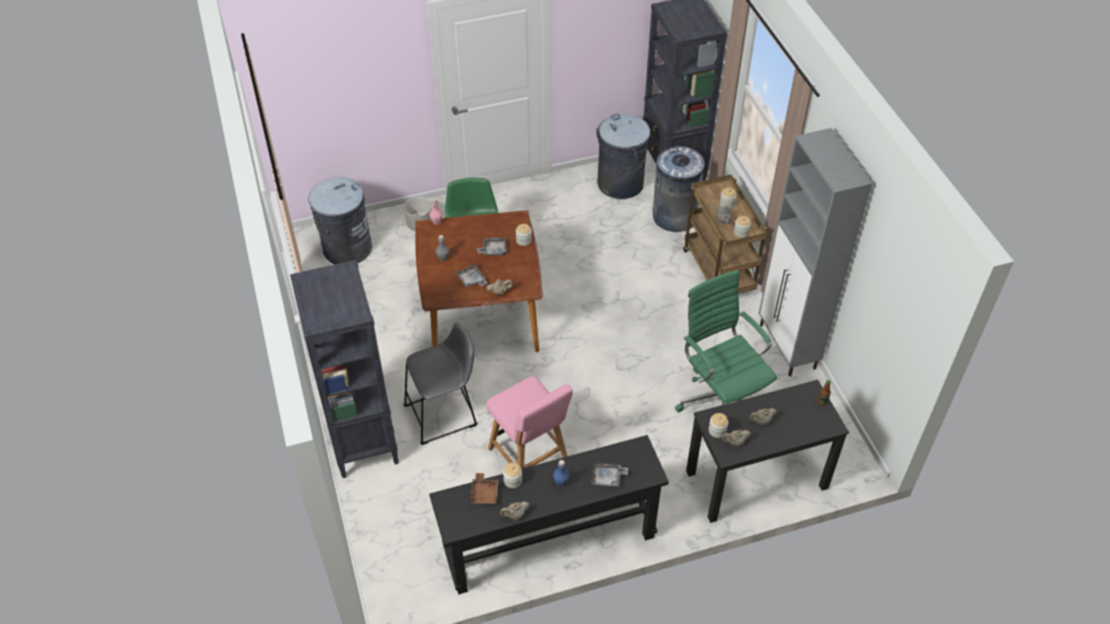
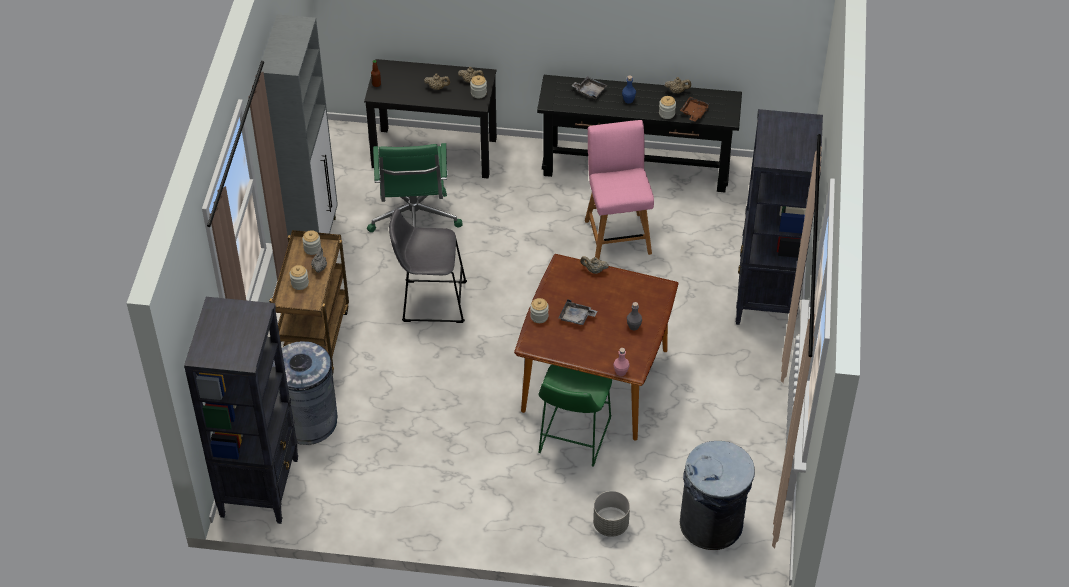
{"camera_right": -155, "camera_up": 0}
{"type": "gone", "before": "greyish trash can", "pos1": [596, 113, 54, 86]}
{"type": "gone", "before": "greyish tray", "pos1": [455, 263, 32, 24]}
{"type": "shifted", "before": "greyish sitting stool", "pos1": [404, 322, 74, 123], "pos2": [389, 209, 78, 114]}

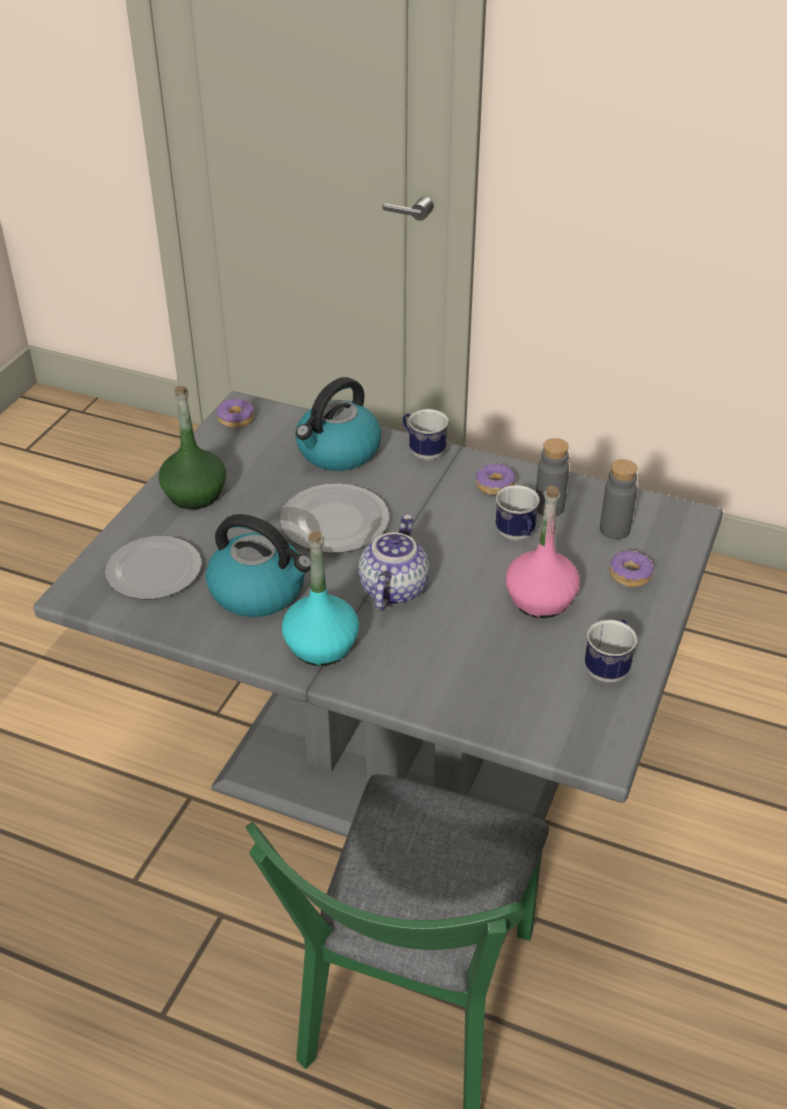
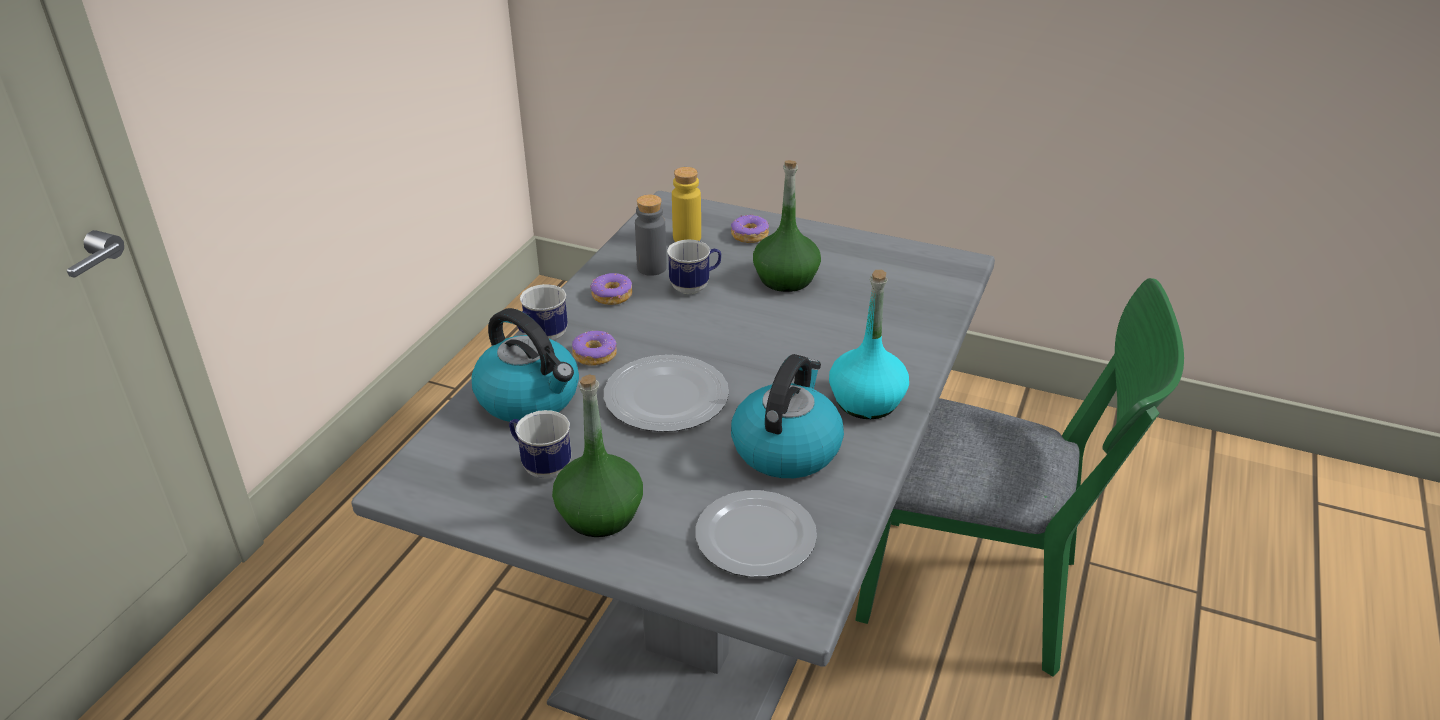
{"camera_right": -90, "camera_up": -5}
{"type": "shifted", "before": "doughnut", "pos1": [217, 399, 38, 29], "pos2": [572, 331, 45, 35]}
{"type": "repainted", "before": "greyish bottle", "after": "yellowish bottle", "pos1": [600, 459, 37, 80], "pos2": [672, 167, 29, 75]}
{"type": "repainted", "before": "pink-coloured bottle", "after": "green-coloured bottle", "pos1": [505, 485, 75, 133], "pos2": [753, 160, 68, 132]}
{"type": "gone", "before": "pot for tea", "pos1": [358, 514, 71, 97]}
{"type": "shifted", "before": "mug", "pos1": [585, 619, 52, 64], "pos2": [509, 410, 62, 69]}

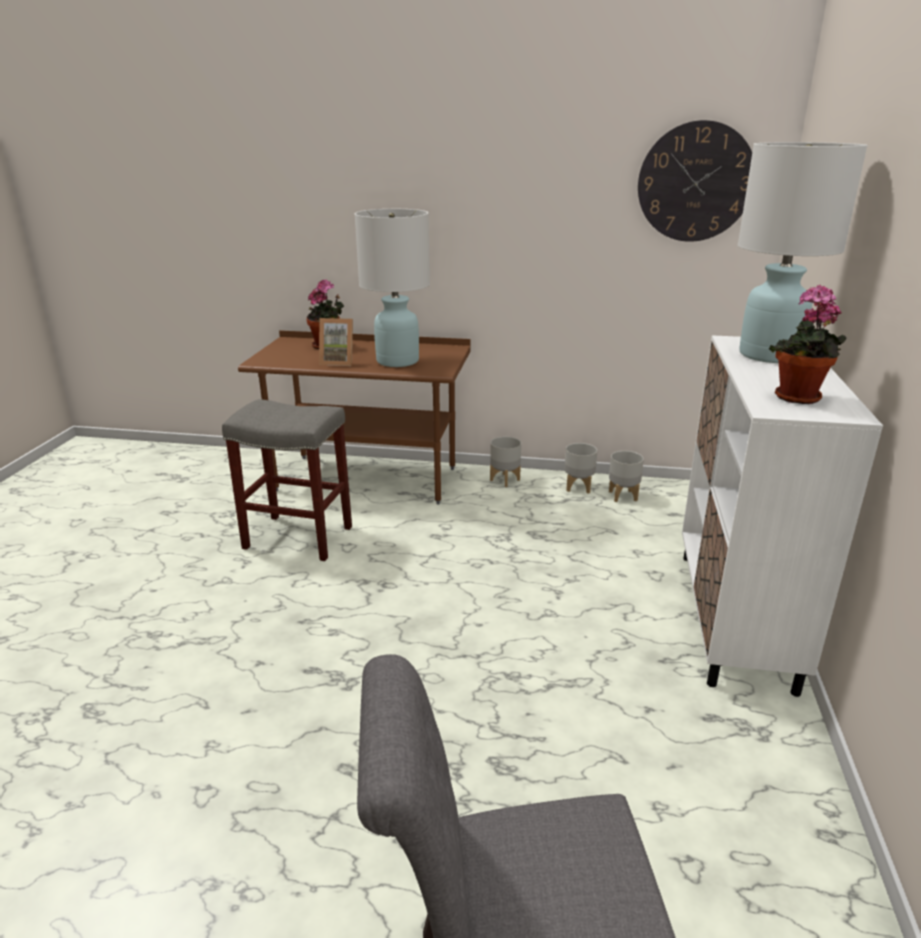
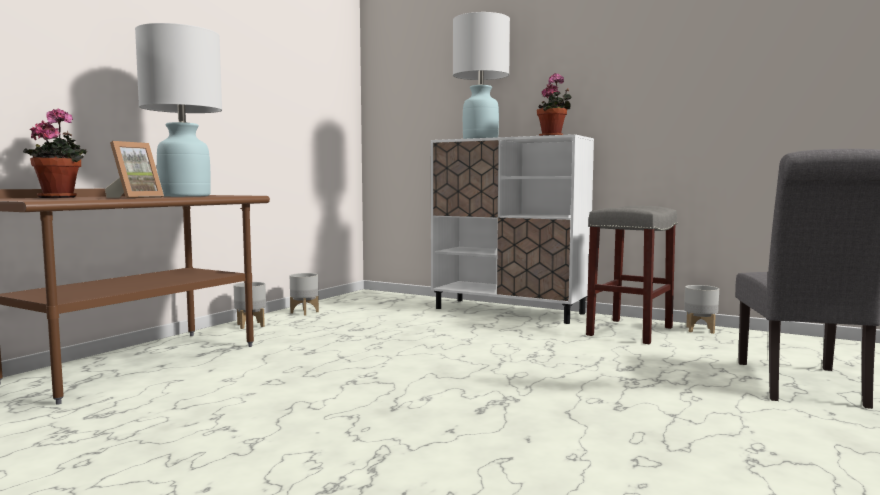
{"camera_right": -70, "camera_up": -20}
{"type": "gone", "before": "wall clock", "pos1": [638, 120, 114, 122]}
{"type": "shifted", "before": "greyish sitting stool", "pos1": [222, 399, 130, 162], "pos2": [586, 206, 91, 138]}
{"type": "shifted", "before": "greyish flower pot", "pos1": [609, 451, 35, 51], "pos2": [684, 285, 35, 49]}

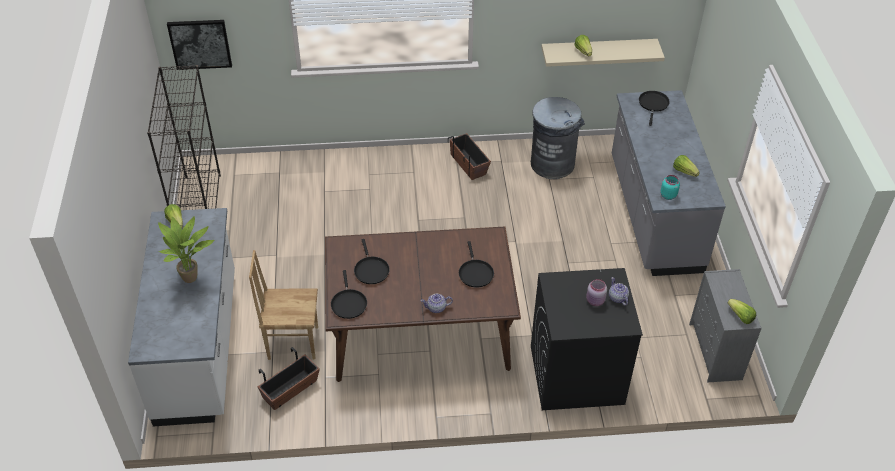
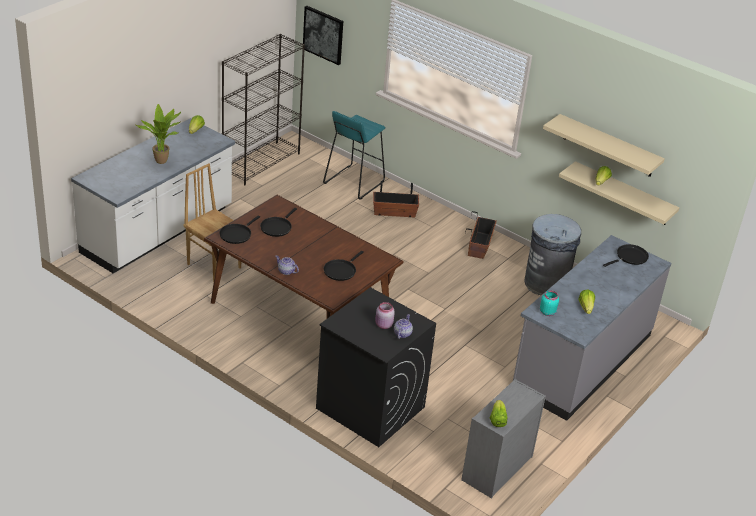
{"camera_right": 40, "camera_up": -10}
{"type": "shifted", "before": "flower pot", "pos1": [258, 347, 62, 63], "pos2": [373, 181, 46, 37]}
{"type": "new", "after": "turquoise sitting stool", "pos2": [323, 111, 63, 89]}
{"type": "new", "after": "sand-coloured bracket shelf", "pos2": [543, 114, 122, 63]}

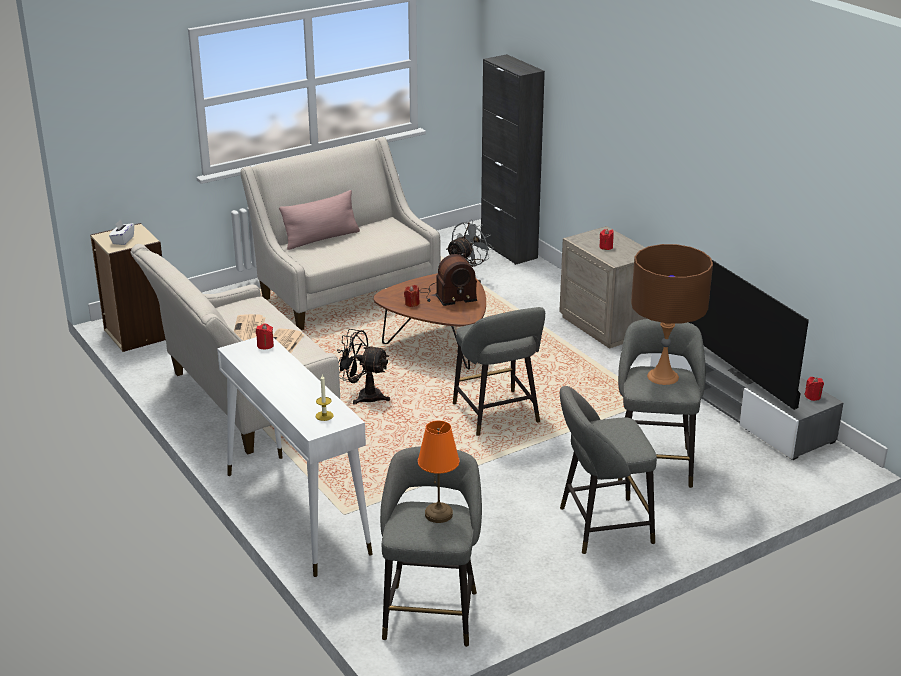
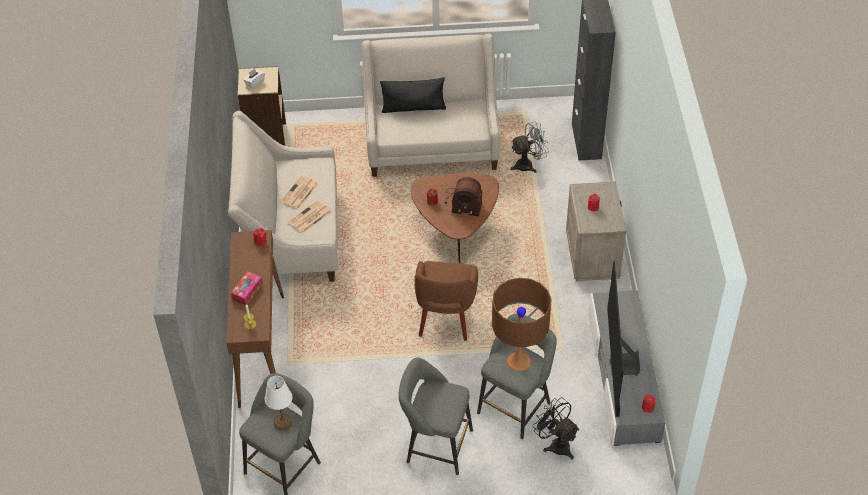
{"camera_right": 30, "camera_up": 20}
{"type": "repainted", "before": "pink-coloured pillow", "after": "black pillow", "pos1": [279, 190, 81, 60], "pos2": [380, 77, 66, 36]}
{"type": "swapped", "before": "greyish sitting stool", "after": "brown-coloured lounge chair", "pos1": [453, 307, 92, 129], "pos2": [415, 261, 63, 80]}
{"type": "shifted", "before": "black electric fan", "pos1": [337, 329, 53, 76], "pos2": [532, 397, 48, 62]}
{"type": "repainted", "before": "whitish narrow table", "after": "brown-coloured narrow table", "pos1": [217, 337, 155, 240], "pos2": [226, 230, 58, 178]}
{"type": "repainted", "before": "orange-coloured table lamp", "after": "whitish table lamp", "pos1": [418, 420, 41, 103], "pos2": [265, 376, 27, 54]}
{"type": "new", "after": "box of tissues", "pos2": [231, 272, 32, 33]}

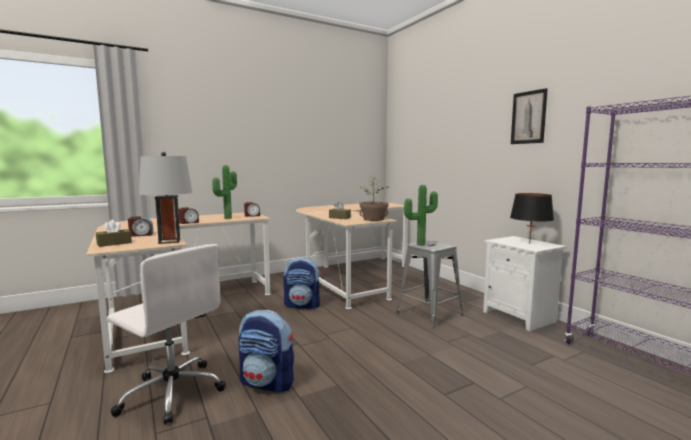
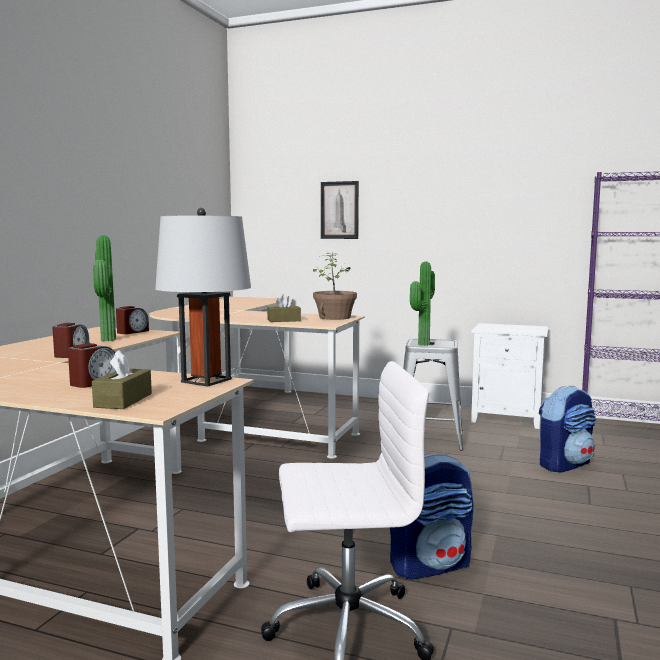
{"camera_right": -40, "camera_up": 0}
{"type": "shifted", "before": "picture", "pos1": [511, 88, 37, 56], "pos2": [321, 181, 38, 58]}
{"type": "gone", "before": "black table lamp", "pos1": [510, 193, 44, 51]}
{"type": "shifted", "before": "knapsack", "pos1": [283, 257, 38, 52], "pos2": [539, 385, 57, 88]}

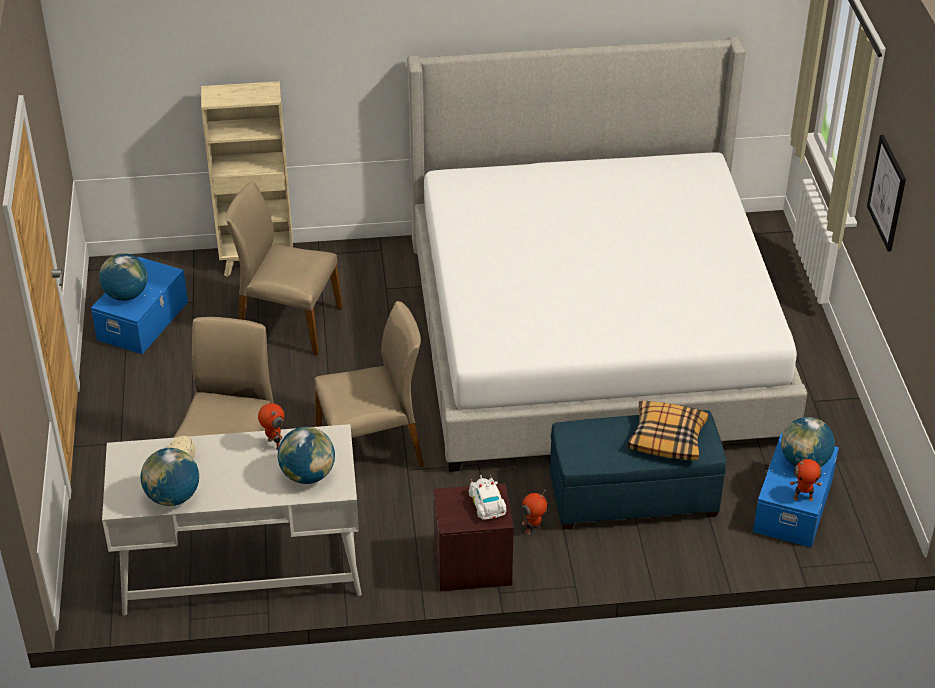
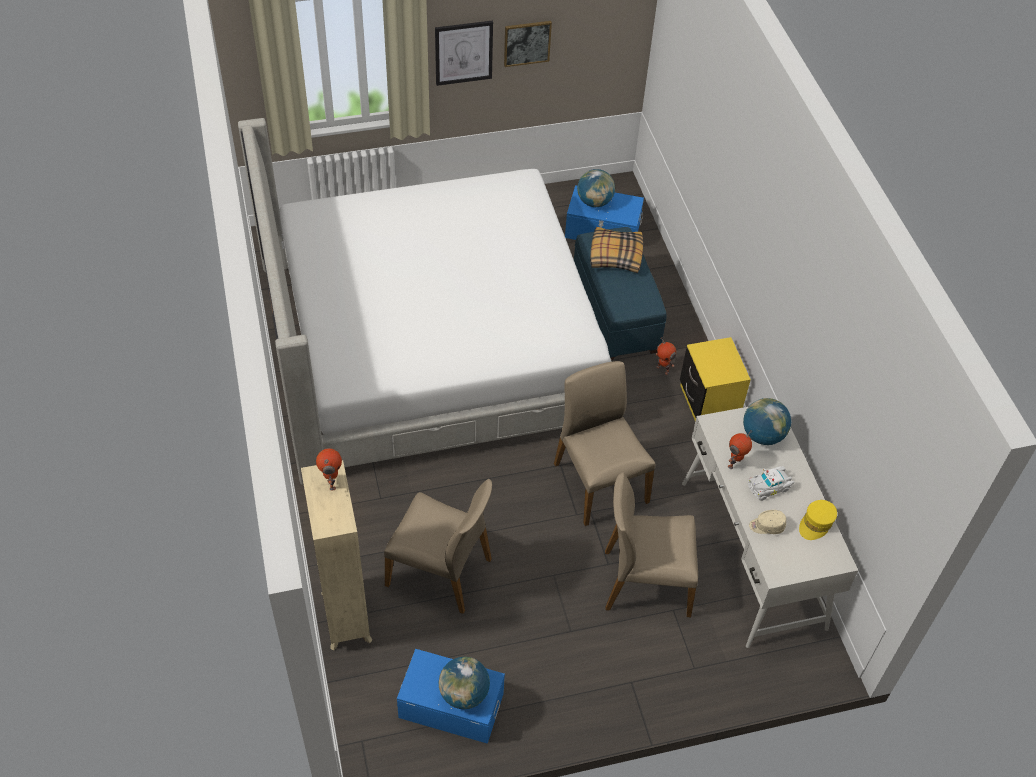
{"camera_right": -100, "camera_up": 10}
{"type": "rotated", "before": "sand-coloured upright chair", "pos1": [226, 182, 117, 174], "pos2": [384, 479, 108, 135], "turn": -75}
{"type": "swapped", "before": "world globe", "after": "yellowish peaked cap", "pos1": [141, 448, 58, 58], "pos2": [799, 500, 38, 40]}
{"type": "shifted", "before": "robot figure", "pos1": [790, 457, 32, 44], "pos2": [316, 448, 26, 43]}
{"type": "shifted", "before": "whitish toy car", "pos1": [468, 475, 39, 45], "pos2": [748, 466, 47, 35]}
{"type": "repainted", "before": "brown-coloured nightstand", "after": "yellowish nightstand", "pos1": [433, 483, 81, 108], "pos2": [680, 337, 71, 84]}
{"type": "new", "after": "picture", "pos2": [504, 21, 48, 46]}

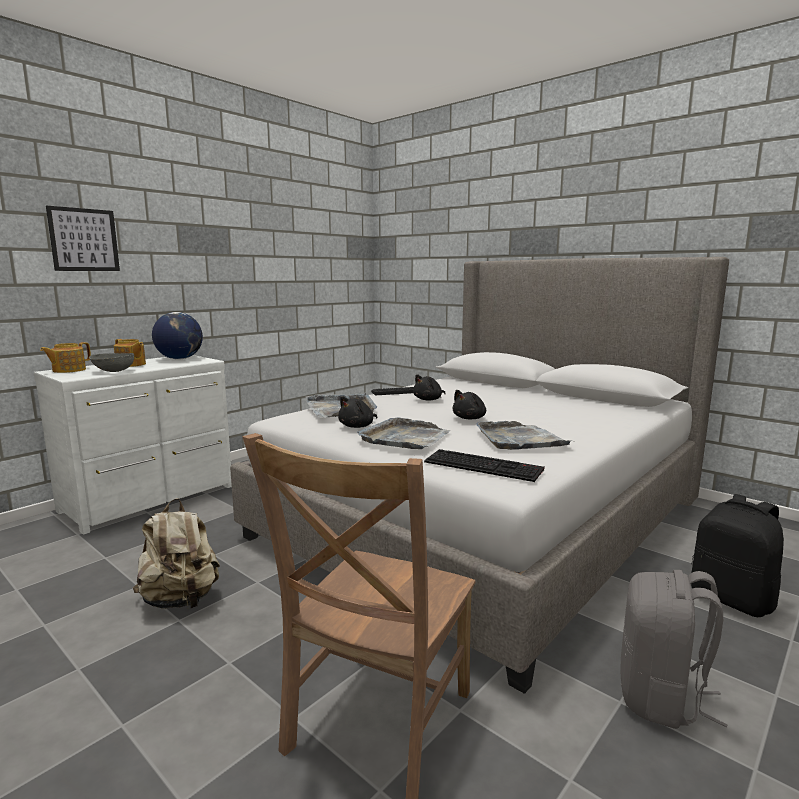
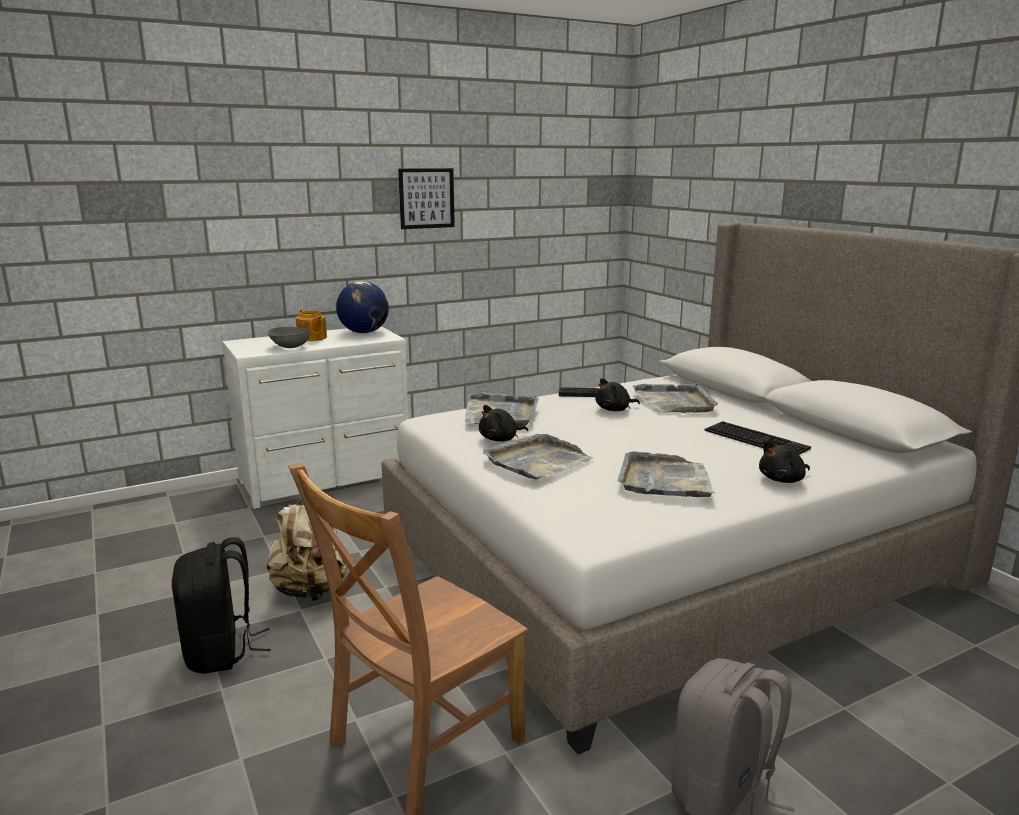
{"camera_right": 20, "camera_up": 5}
{"type": "shifted", "before": "picture", "pos1": [46, 206, 74, 65], "pos2": [398, 168, 57, 61]}
{"type": "gone", "before": "pot for tea", "pos1": [40, 342, 51, 31]}
{"type": "shifted", "before": "black soft toy", "pos1": [453, 390, 33, 30], "pos2": [759, 440, 51, 43]}
{"type": "shifted", "before": "computer keyboard", "pos1": [424, 449, 121, 33], "pos2": [704, 421, 107, 34]}
{"type": "shifted", "before": "black knapsack", "pos1": [691, 494, 93, 123], "pos2": [172, 537, 99, 137]}
{"type": "new", "after": "greyish tray", "pos2": [632, 383, 86, 30]}

